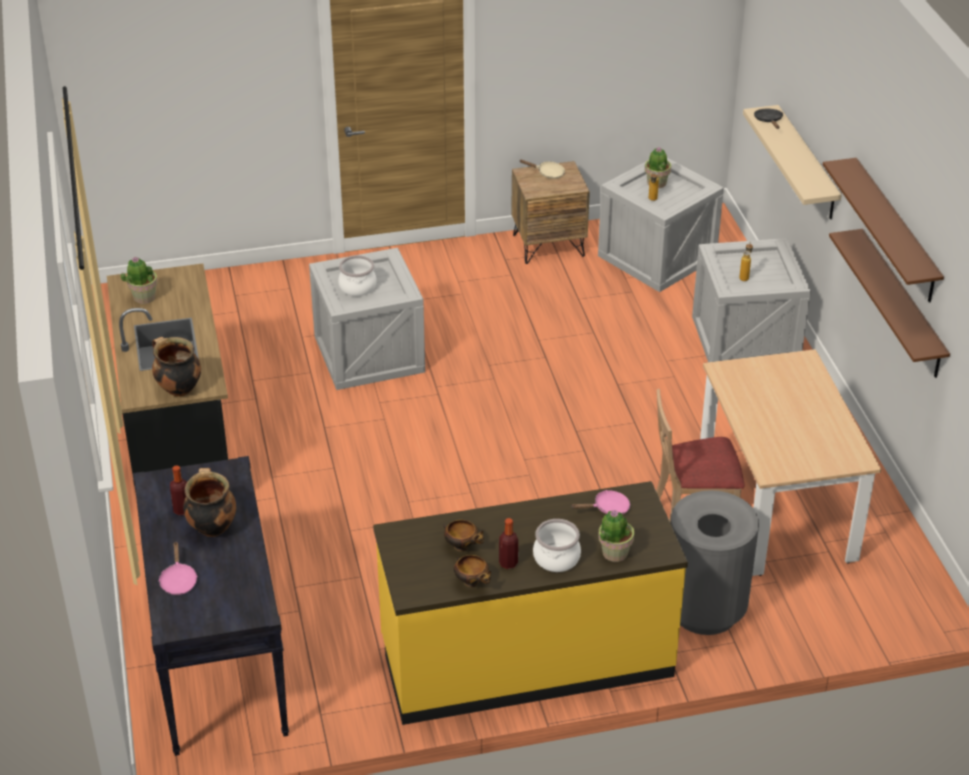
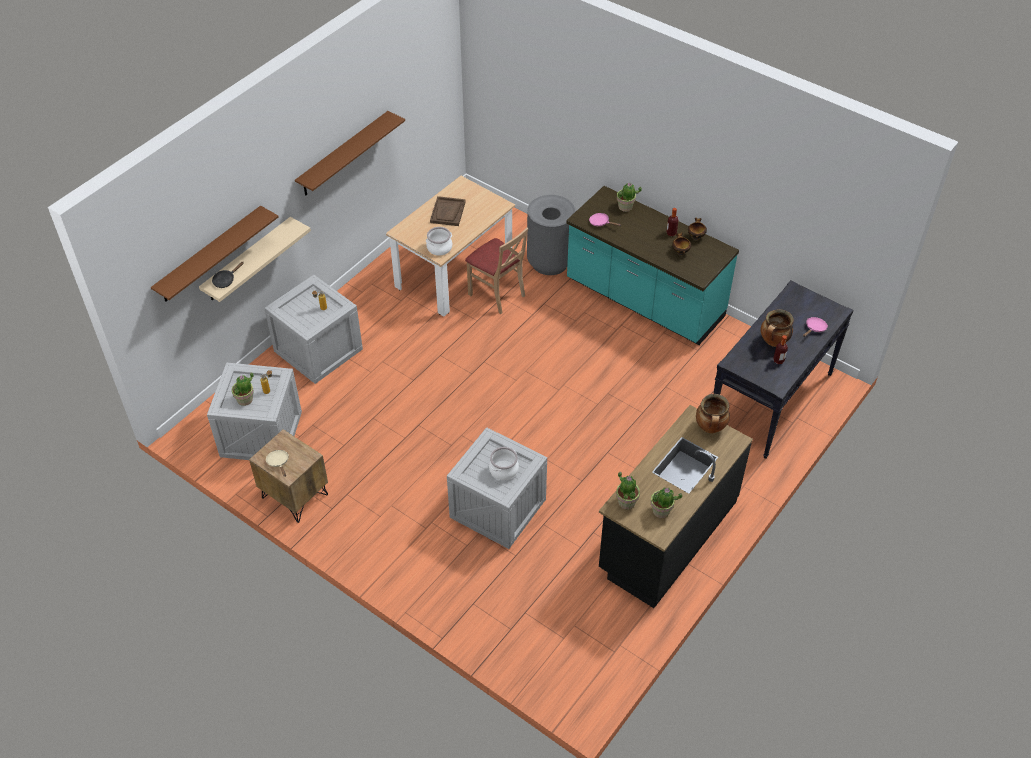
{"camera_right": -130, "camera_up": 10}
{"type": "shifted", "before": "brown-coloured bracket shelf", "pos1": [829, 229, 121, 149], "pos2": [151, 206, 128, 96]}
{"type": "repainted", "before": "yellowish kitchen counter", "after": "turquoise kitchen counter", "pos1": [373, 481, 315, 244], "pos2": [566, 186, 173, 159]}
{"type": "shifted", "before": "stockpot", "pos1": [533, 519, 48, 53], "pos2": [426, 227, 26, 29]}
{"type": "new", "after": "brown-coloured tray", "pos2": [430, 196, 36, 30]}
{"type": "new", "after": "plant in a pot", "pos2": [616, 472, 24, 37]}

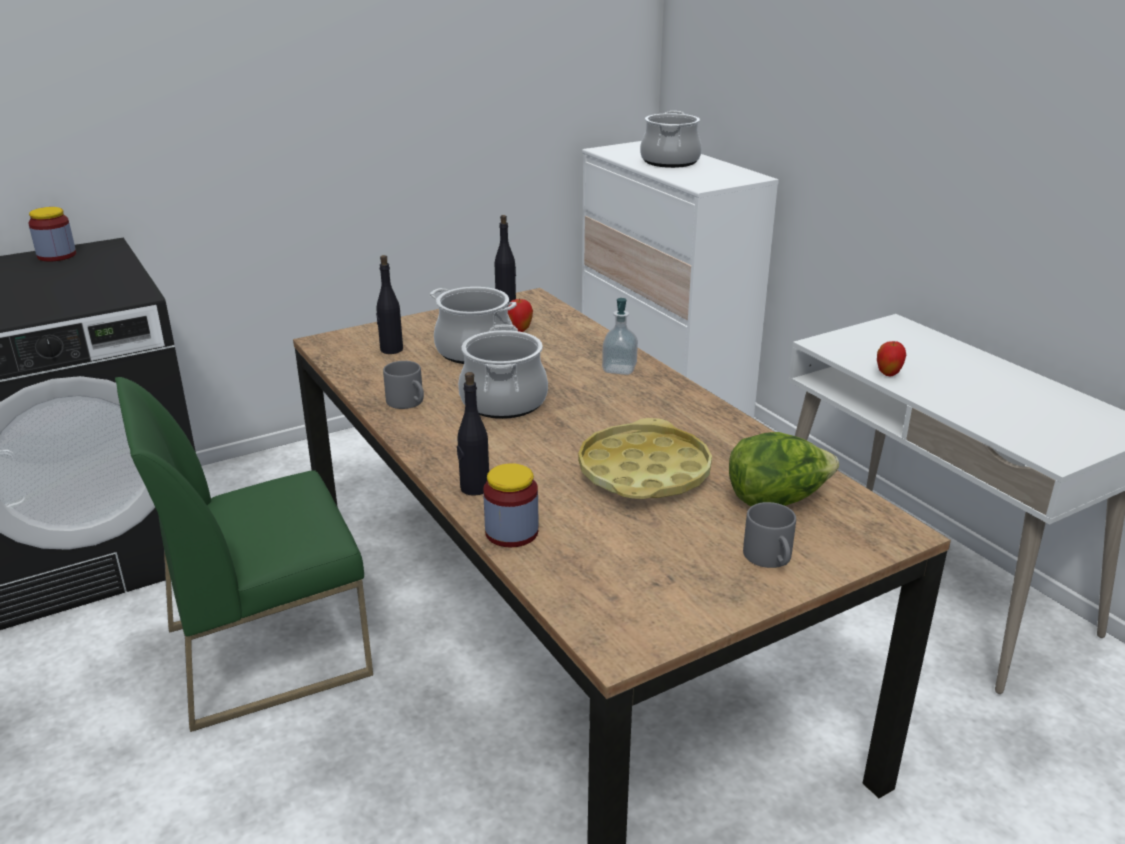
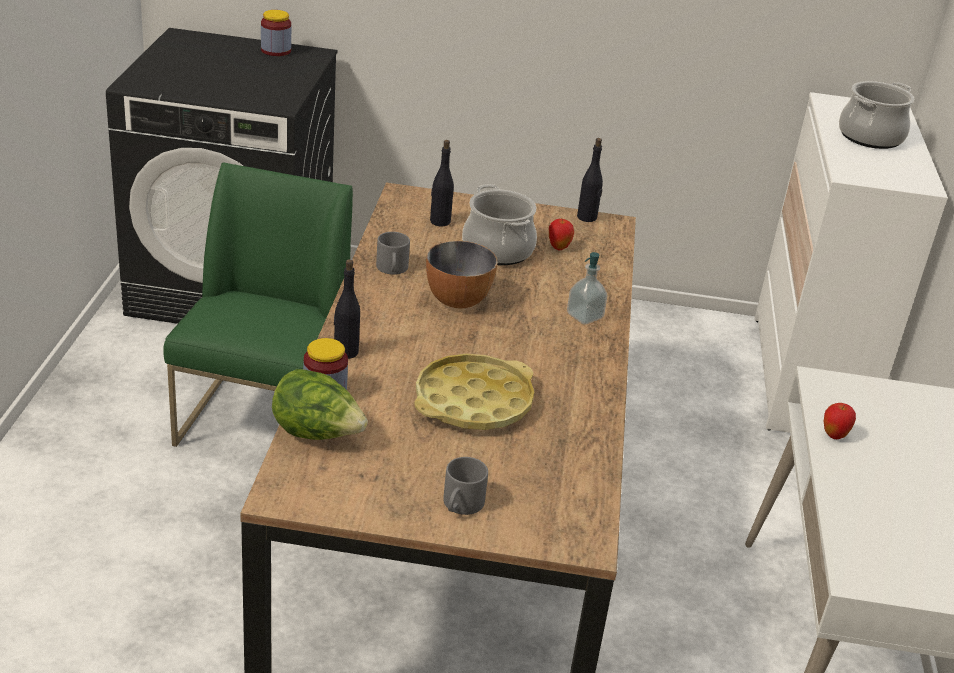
{"camera_right": 35, "camera_up": 5}
{"type": "swapped", "before": "stockpot", "after": "bowl", "pos1": [458, 324, 90, 95], "pos2": [426, 241, 71, 67]}
{"type": "rotated", "before": "green-coloured upright chair", "pos1": [115, 377, 258, 355], "pos2": [163, 162, 190, 285], "turn": 90}
{"type": "shifted", "before": "lettuce head", "pos1": [729, 432, 110, 74], "pos2": [272, 369, 96, 71]}

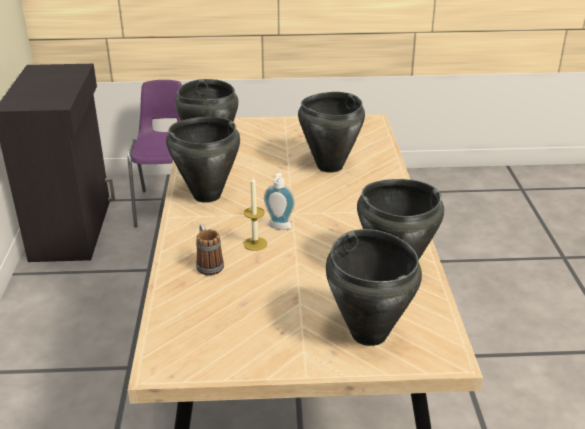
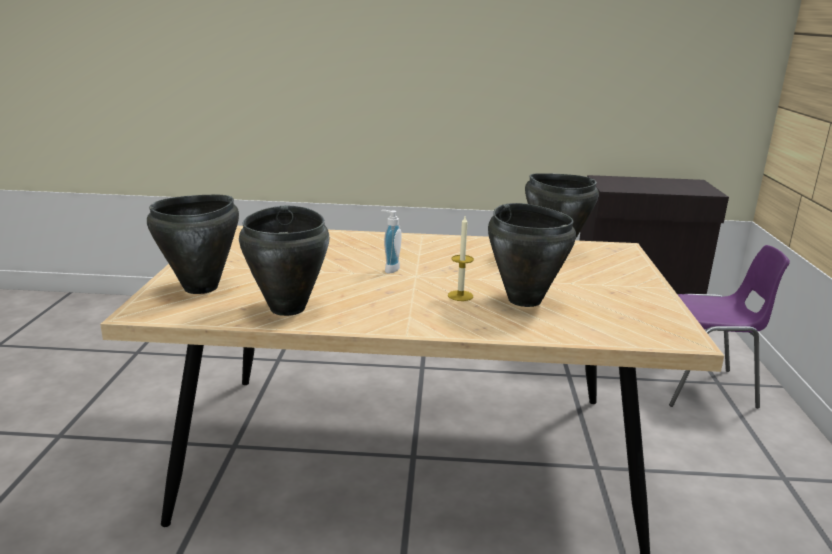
{"camera_right": 95, "camera_up": -10}
{"type": "gone", "before": "black stockpot", "pos1": [166, 117, 74, 86]}
{"type": "shifted", "before": "candle", "pos1": [243, 176, 24, 75], "pos2": [448, 216, 26, 85]}
{"type": "gone", "before": "mug", "pos1": [196, 224, 28, 51]}

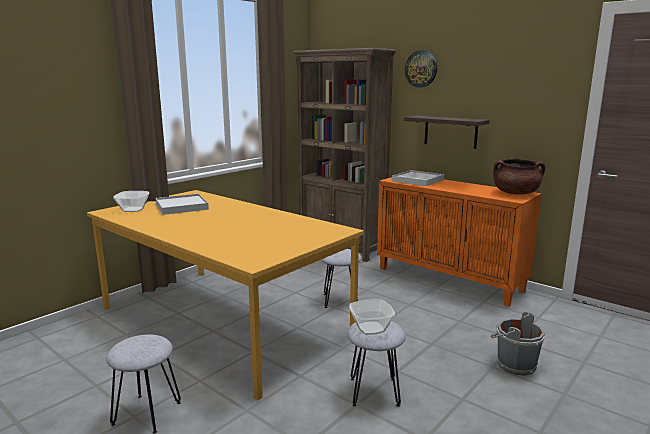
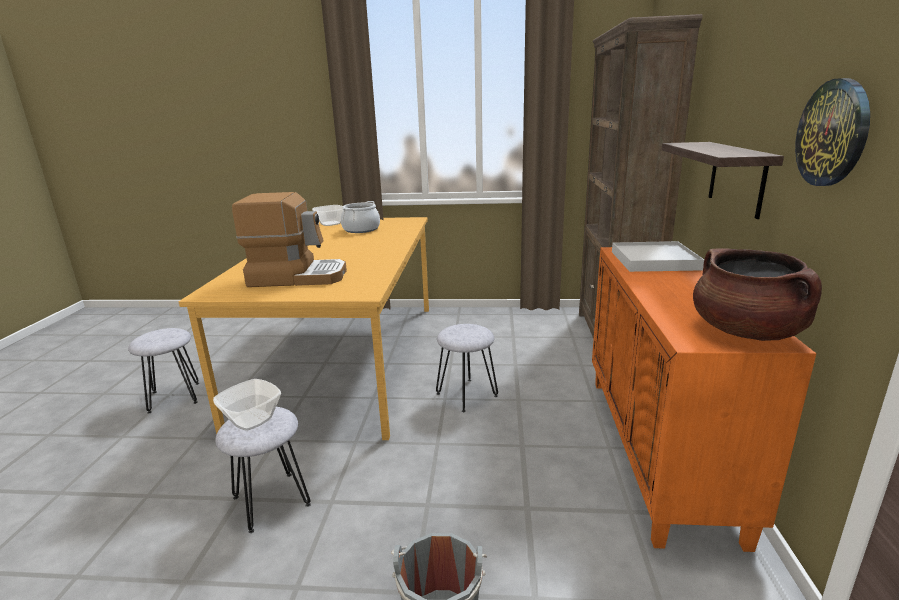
{"camera_right": 55, "camera_up": 5}
{"type": "shifted", "before": "wall clock", "pos1": [405, 50, 32, 37], "pos2": [795, 78, 75, 108]}
{"type": "swapped", "before": "whitish tray", "after": "stockpot", "pos1": [156, 194, 53, 21], "pos2": [341, 201, 39, 32]}
{"type": "new", "after": "coffee maker", "pos2": [232, 192, 115, 95]}

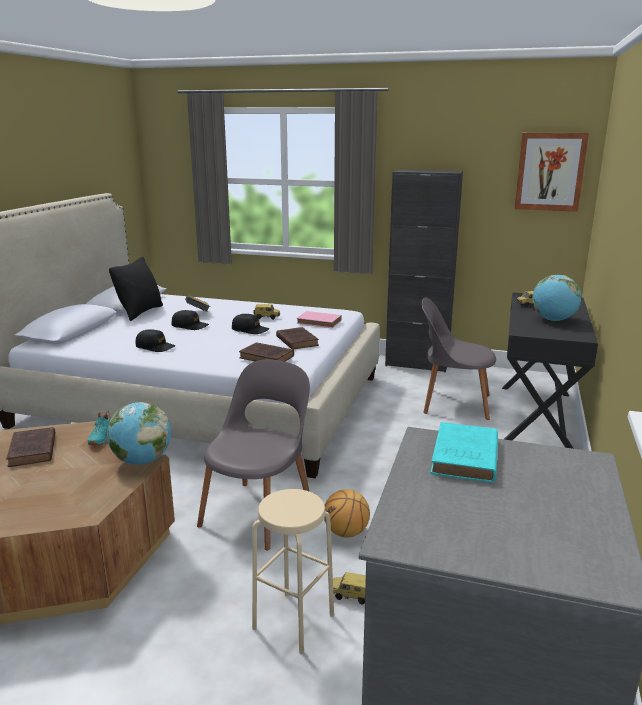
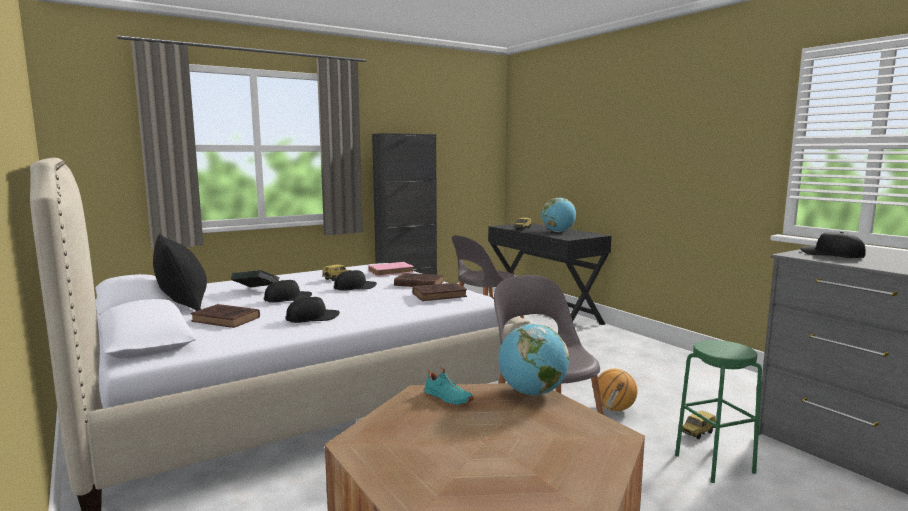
{"camera_right": -50, "camera_up": -10}
{"type": "gone", "before": "picture", "pos1": [515, 133, 74, 79]}
{"type": "swapped", "before": "turquoise bound book", "after": "black peaked cap", "pos1": [430, 422, 68, 61], "pos2": [800, 232, 66, 26]}
{"type": "shifted", "before": "brown-coloured bound book", "pos1": [6, 427, 49, 40], "pos2": [191, 304, 69, 24]}
{"type": "repainted", "before": "sand-coloured sitting stool", "after": "green-coloured sitting stool", "pos1": [252, 489, 82, 165], "pos2": [675, 340, 87, 143]}

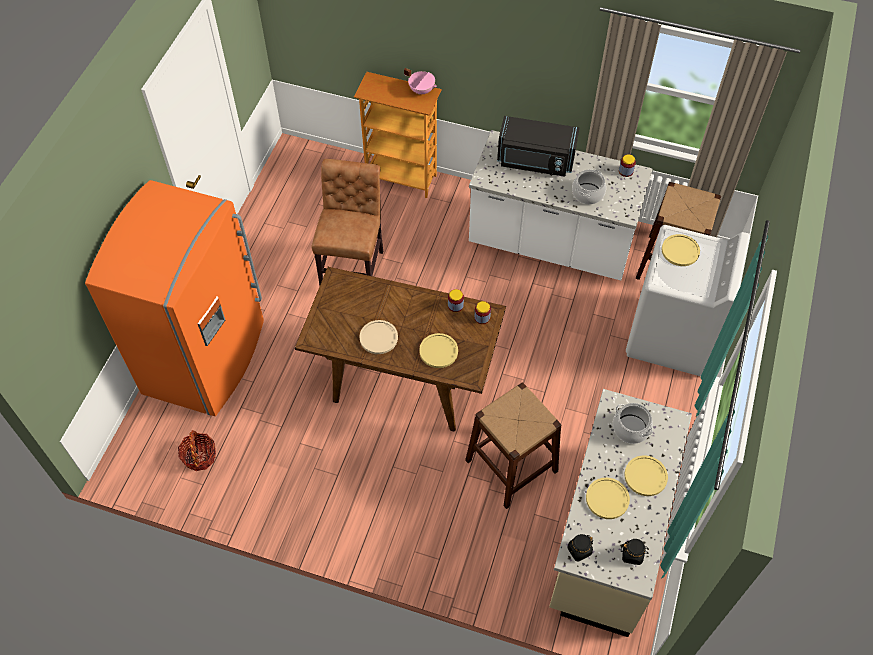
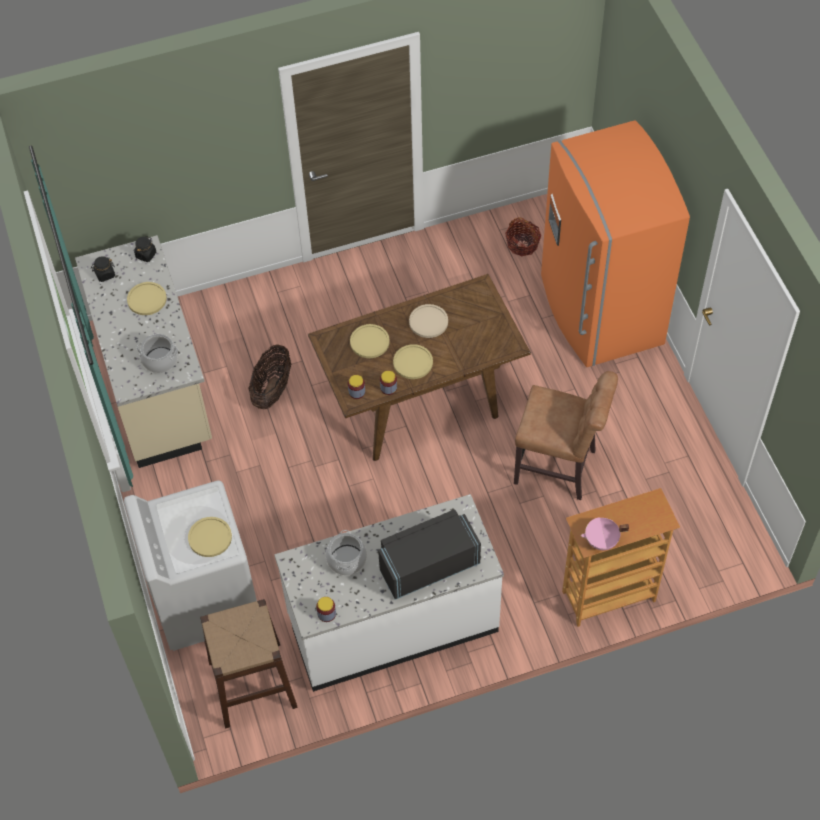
{"camera_right": 145, "camera_up": 0}
{"type": "rotated", "before": "brown-coloured upright chair", "pos1": [312, 159, 71, 127], "pos2": [514, 371, 104, 129], "turn": -45}
{"type": "swapped", "before": "brown-coloured sitting stool", "after": "household basket", "pos1": [465, 382, 96, 127], "pos2": [248, 344, 43, 65]}
{"type": "shifted", "before": "yellowish dinner plate", "pos1": [624, 455, 44, 41], "pos2": [393, 344, 40, 35]}

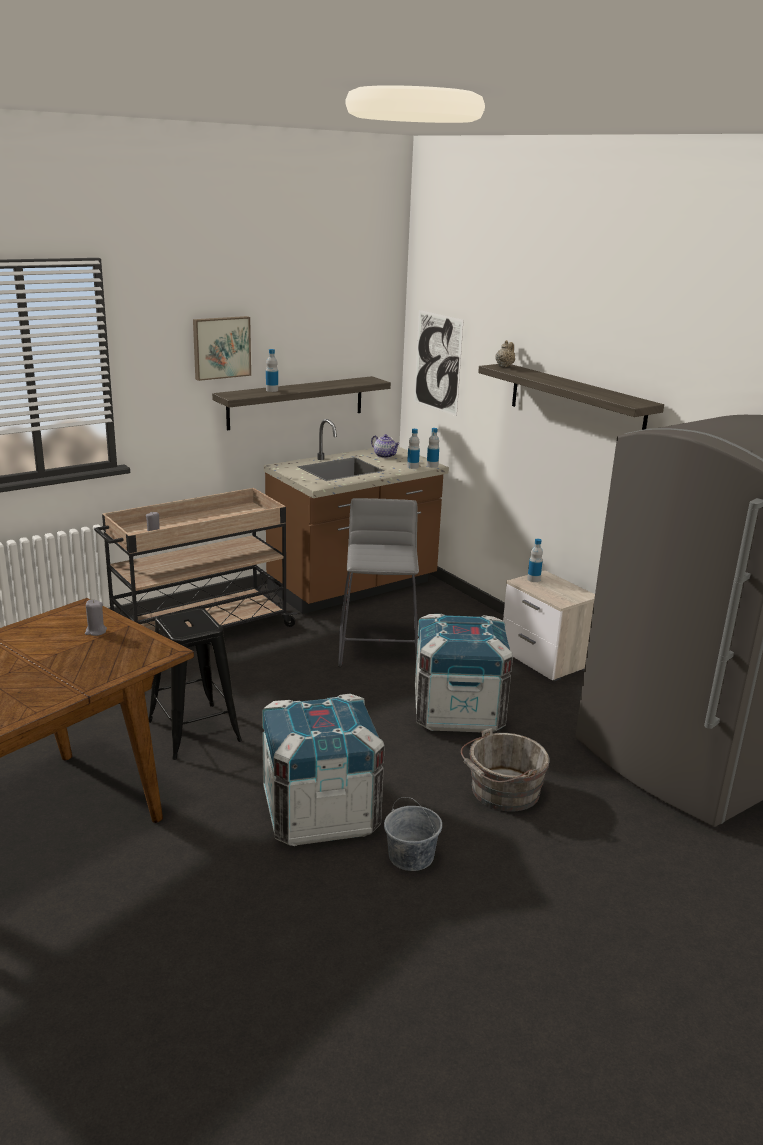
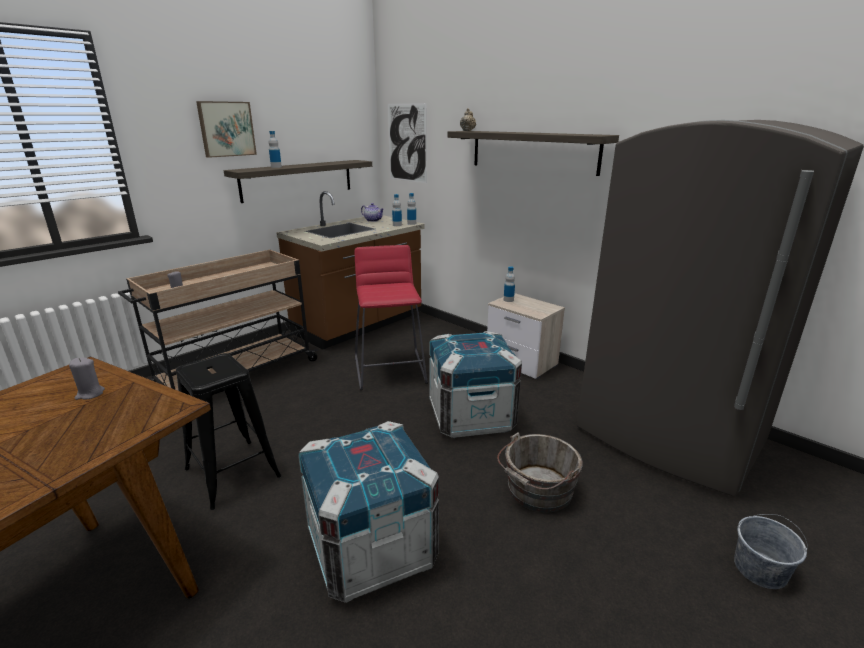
{"camera_right": -10, "camera_up": 0}
{"type": "repainted", "before": "greyish sitting stool", "after": "red-coloured sitting stool", "pos1": [338, 498, 81, 169], "pos2": [355, 245, 73, 145]}
{"type": "shifted", "before": "greyish water bucket", "pos1": [384, 797, 58, 74], "pos2": [734, 514, 74, 75]}

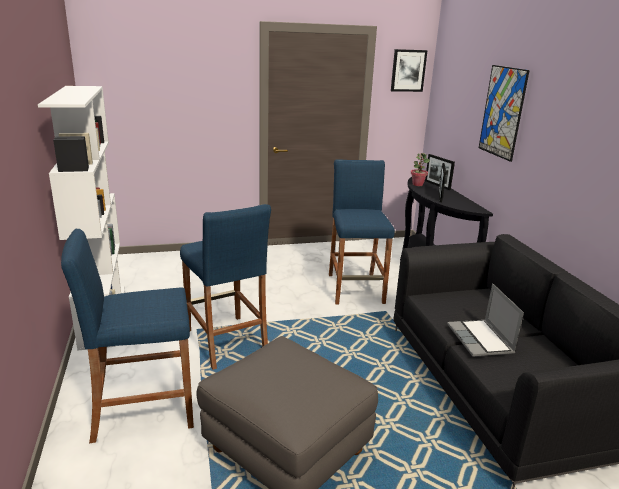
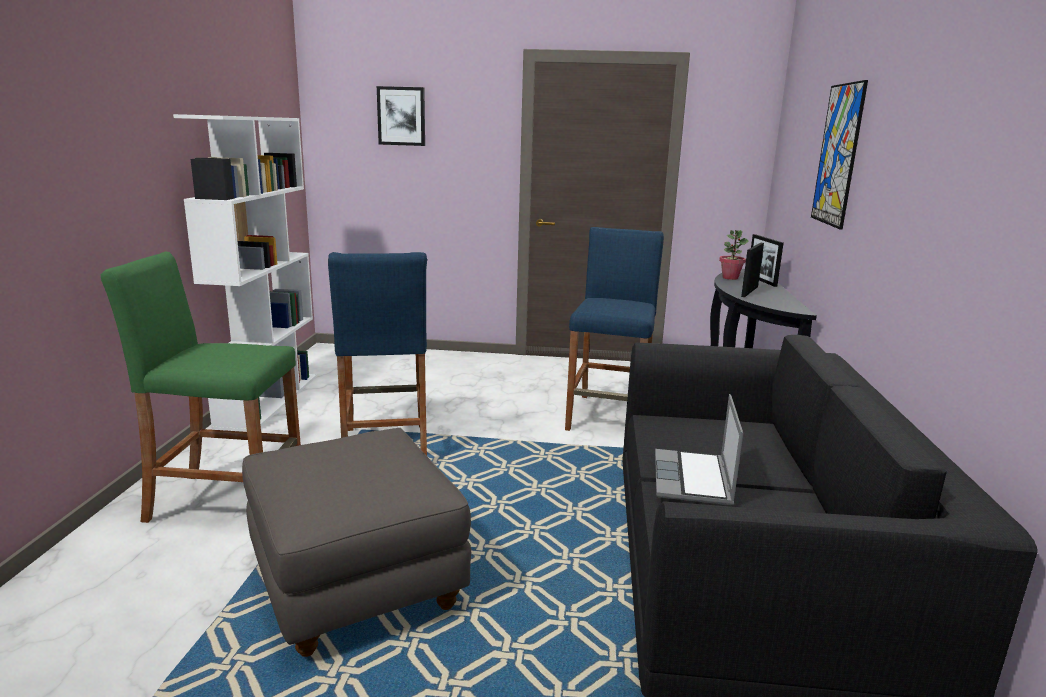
{"camera_right": 20, "camera_up": -5}
{"type": "shifted", "before": "picture", "pos1": [391, 49, 37, 43], "pos2": [377, 86, 48, 60]}
{"type": "repainted", "before": "blue sitting stool", "after": "green-coloured sitting stool", "pos1": [61, 229, 133, 214], "pos2": [101, 252, 200, 271]}

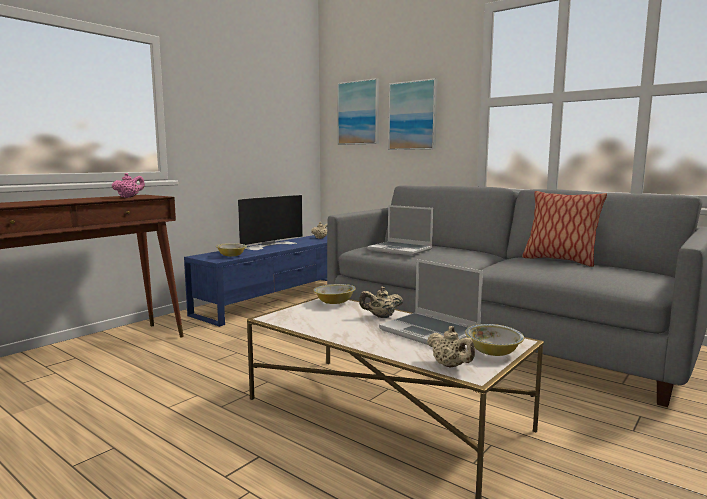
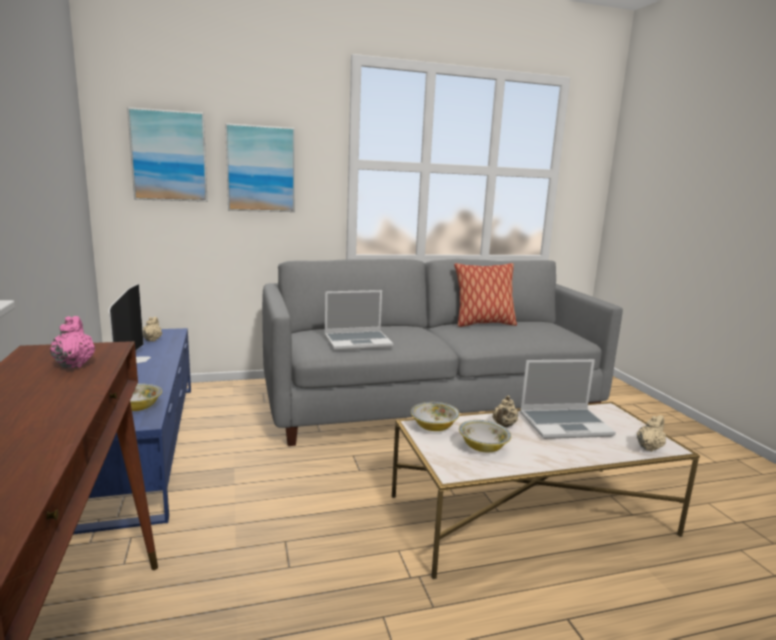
{"camera_right": -55, "camera_up": 5}
{"type": "shifted", "before": "bowl", "pos1": [465, 324, 59, 32], "pos2": [459, 420, 52, 33]}
{"type": "rotated", "before": "sand-coloured pot for tea", "pos1": [427, 326, 48, 42], "pos2": [637, 415, 29, 37], "turn": -45}

